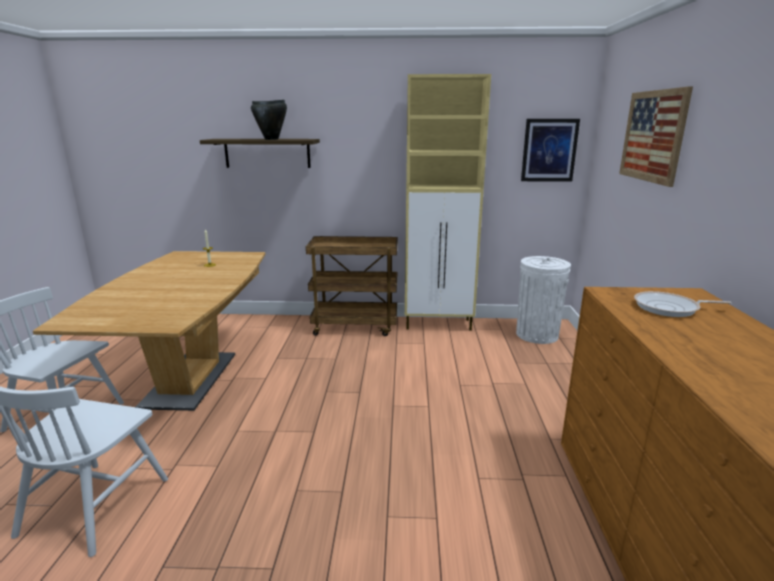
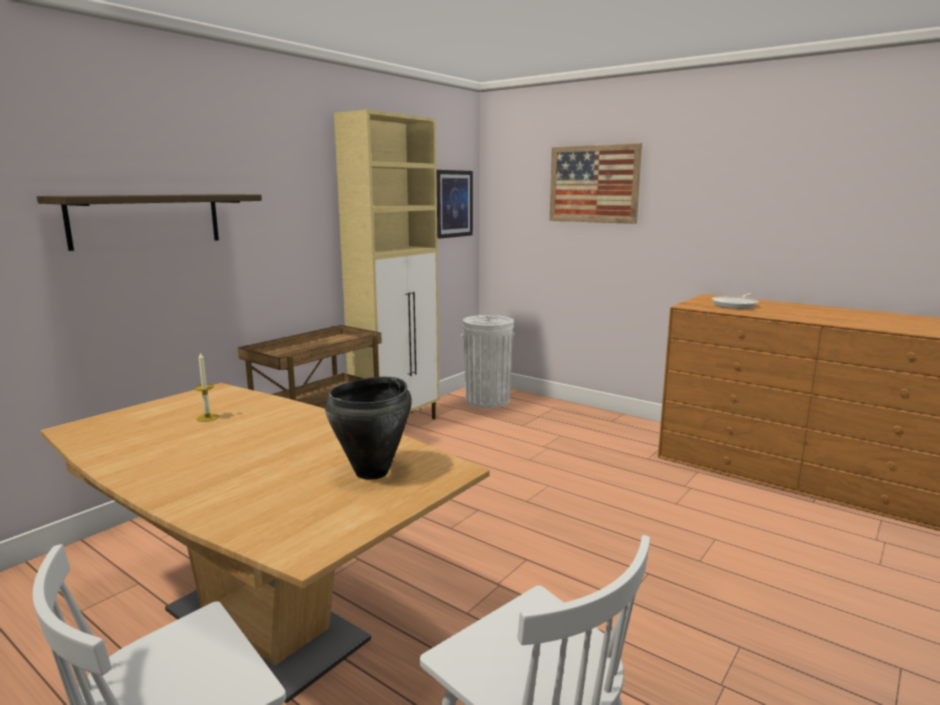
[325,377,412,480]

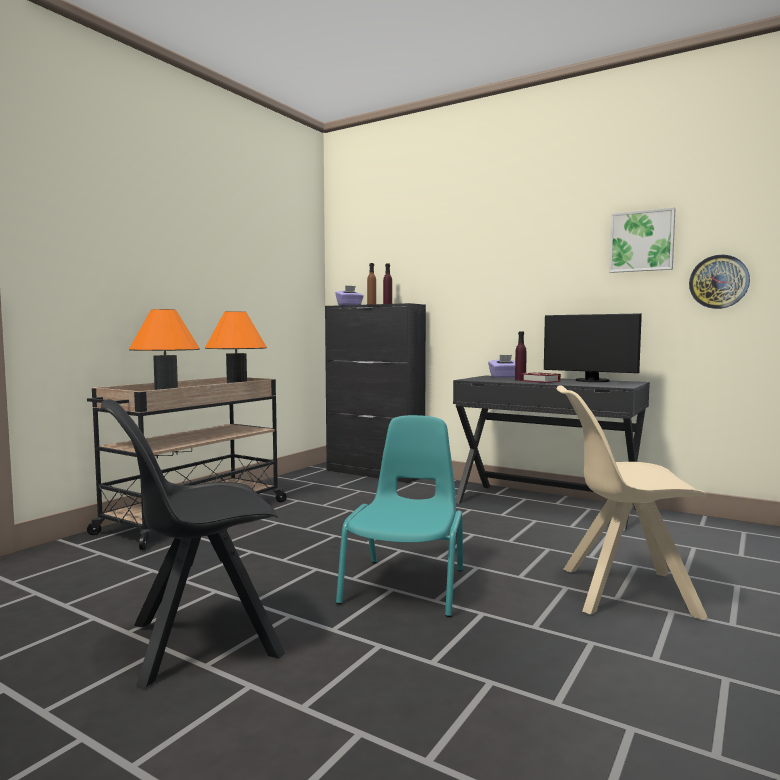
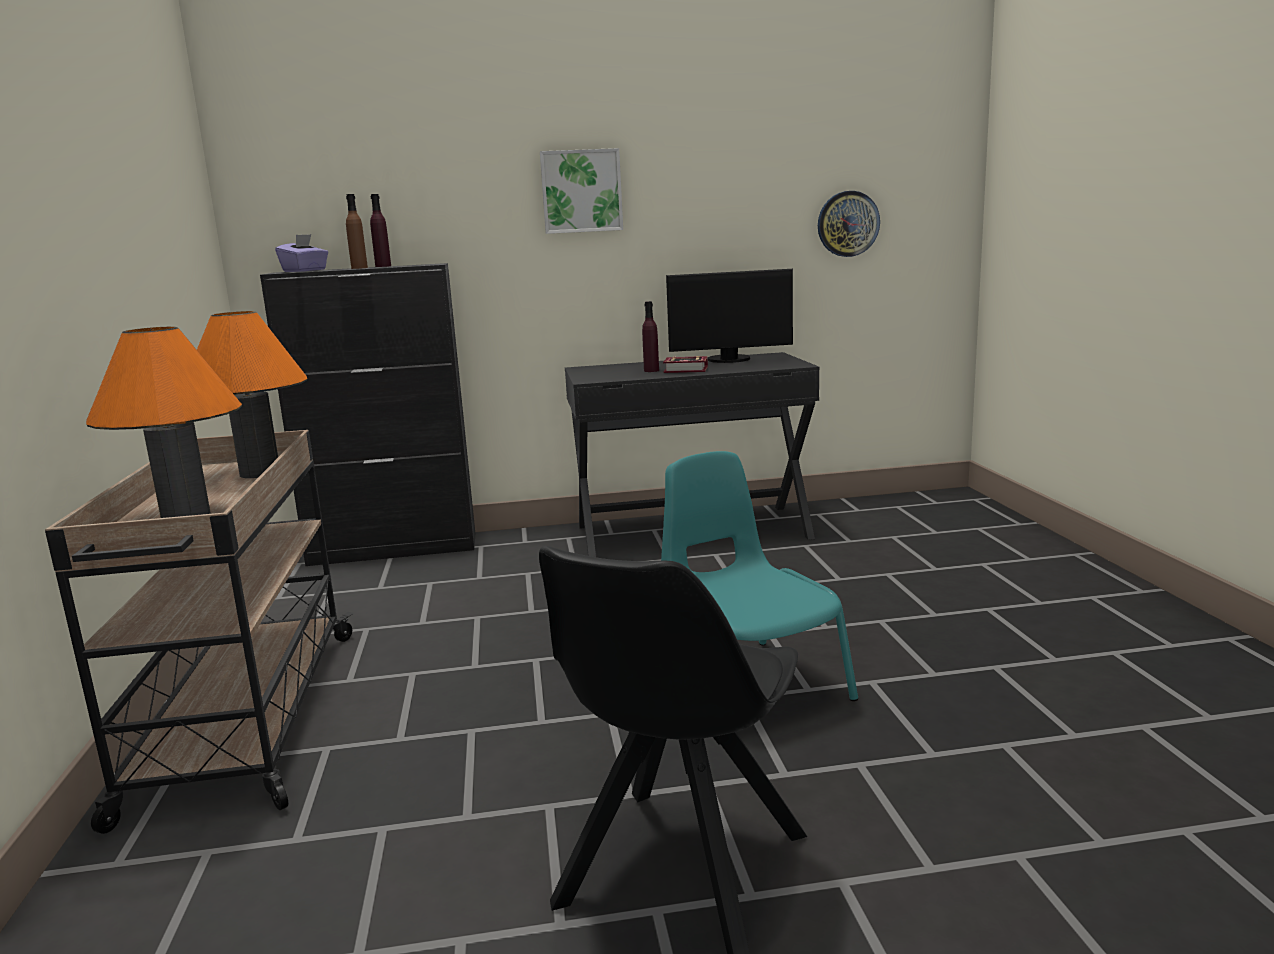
[540,148,623,234]
[488,355,515,378] (first image)
[557,385,708,620] (first image)

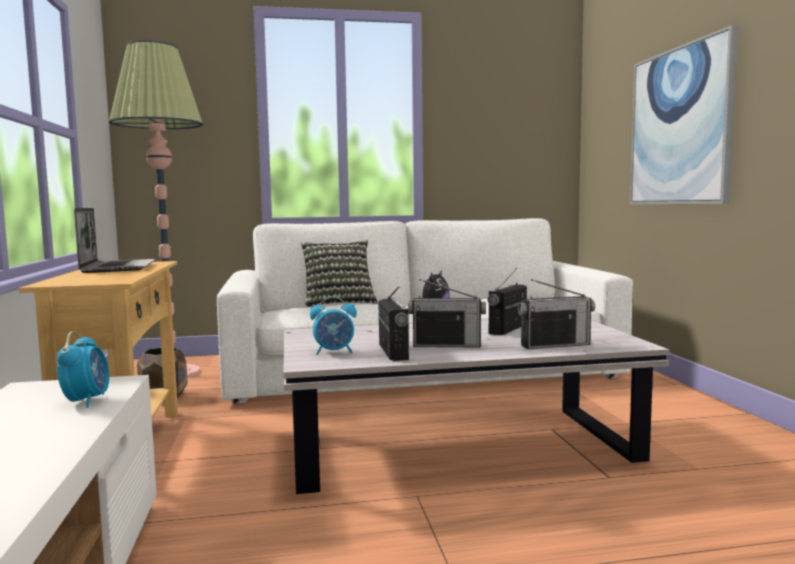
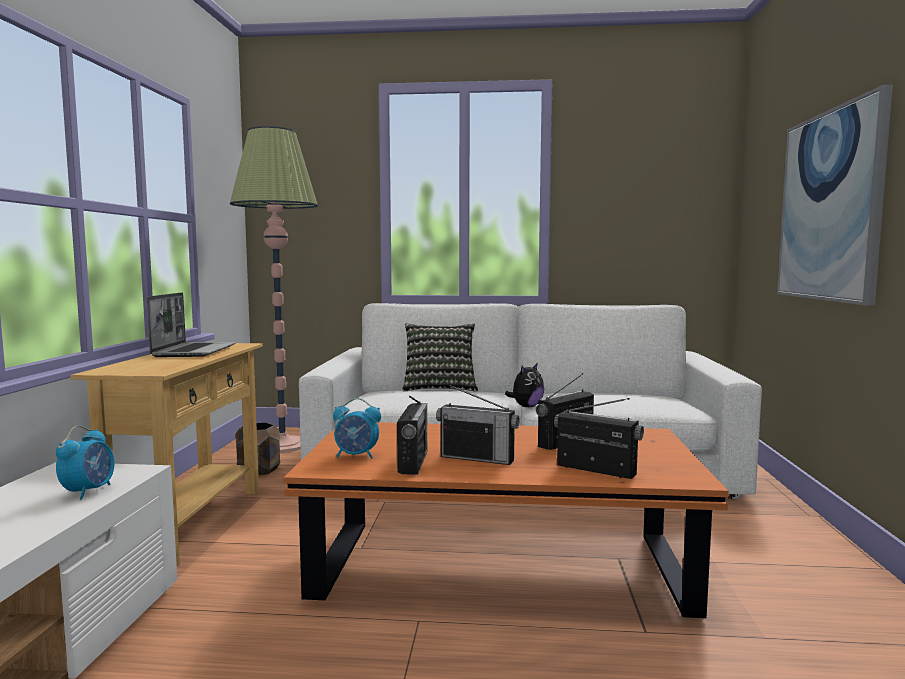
[554,398,644,479]
[284,422,728,618]

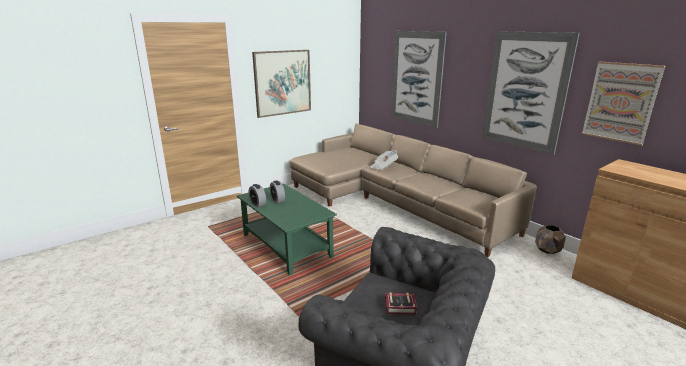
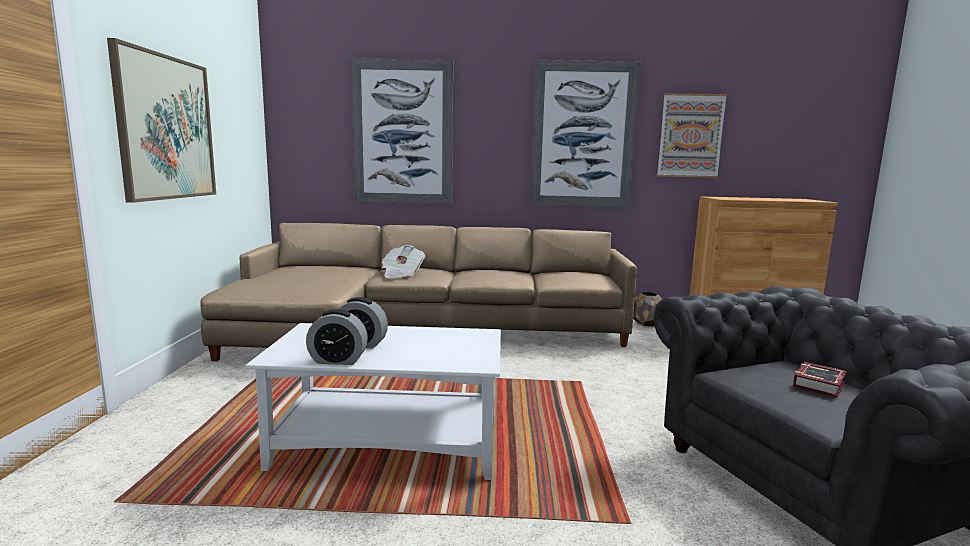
[245,323,501,480]

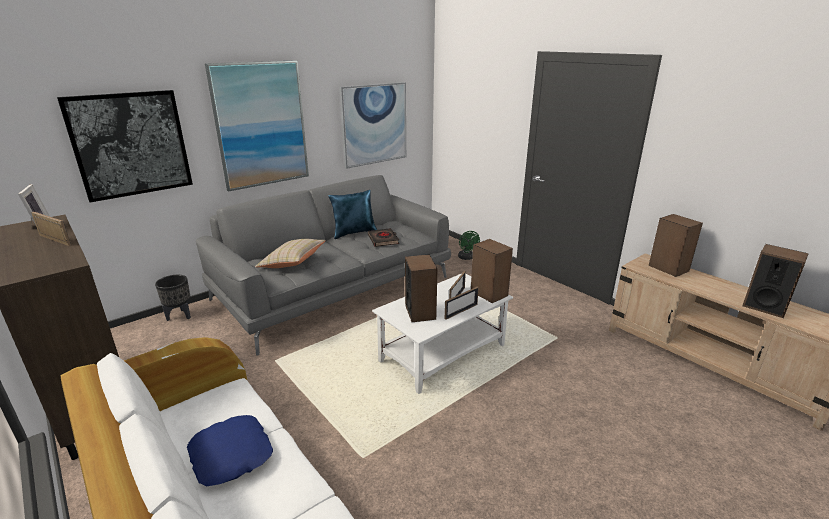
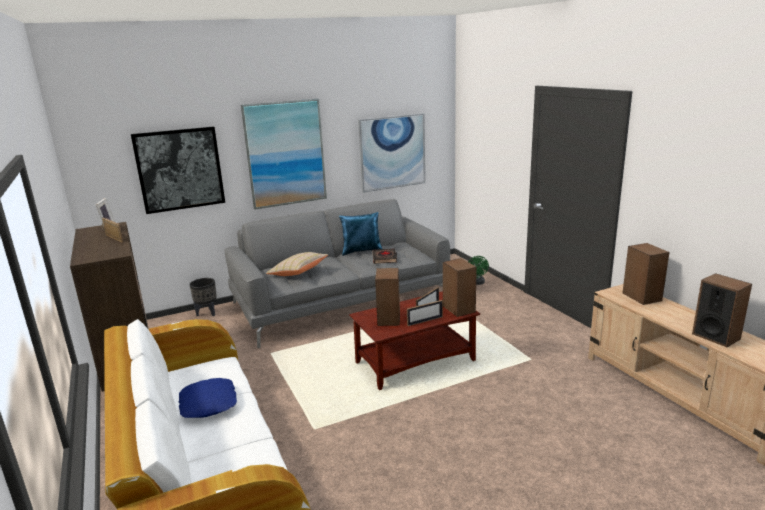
[349,291,480,390]

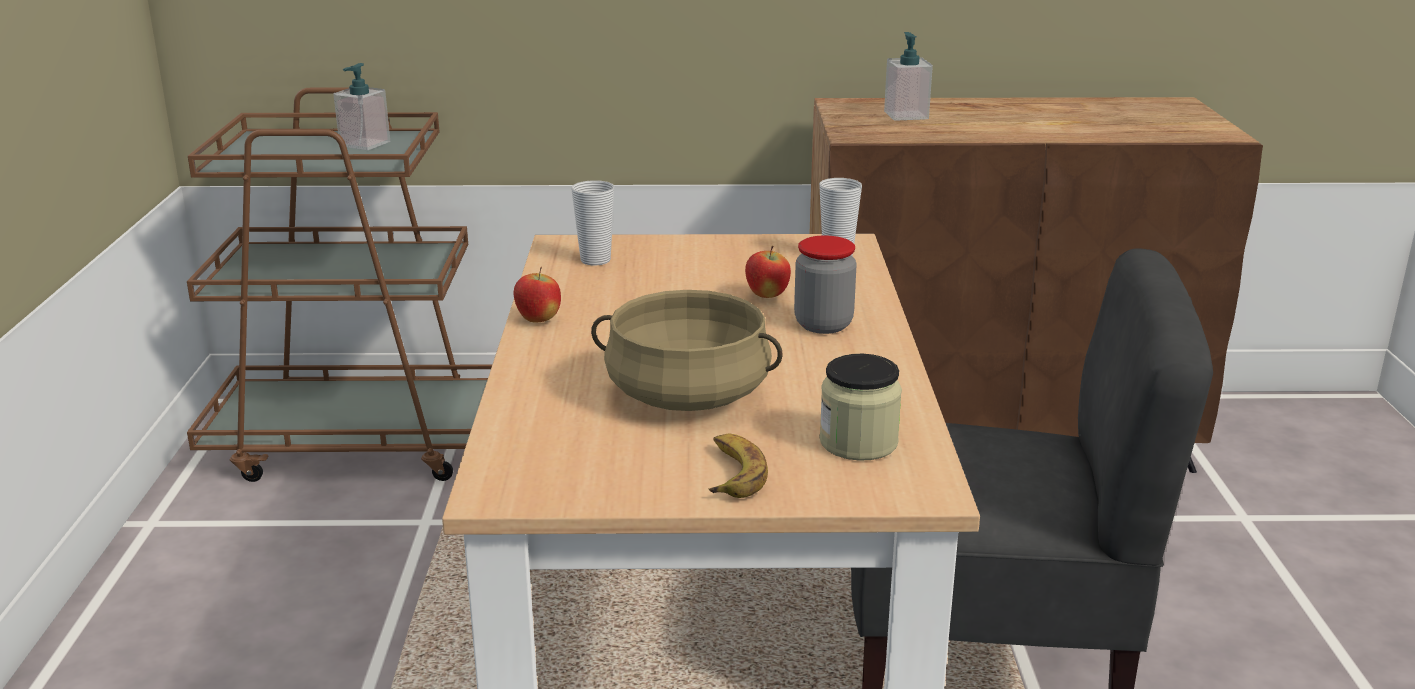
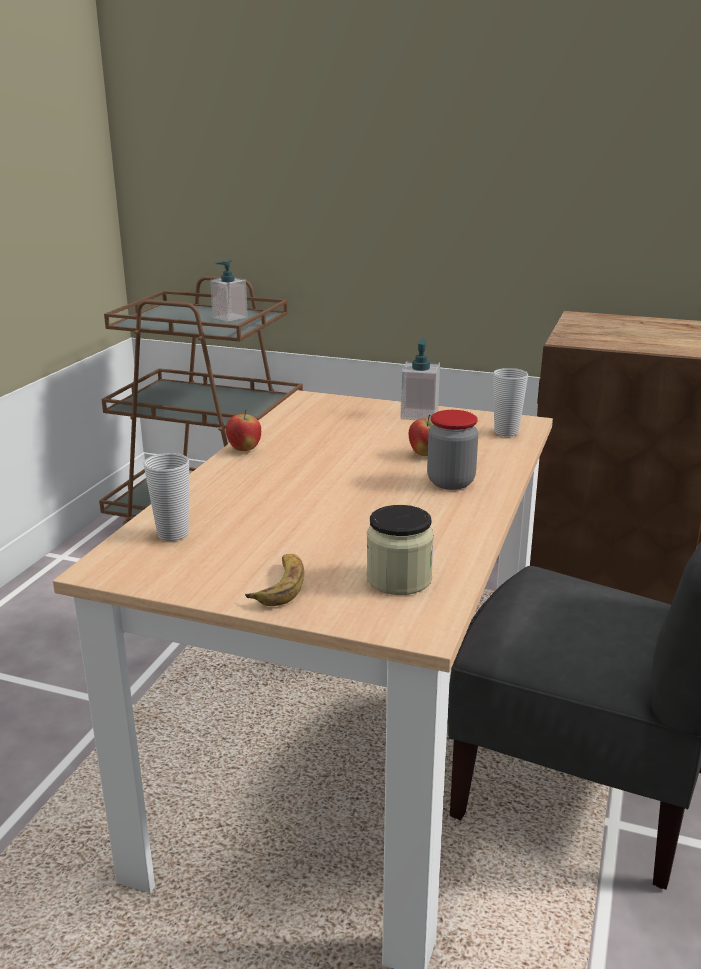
[401,338,440,420]
[143,453,189,541]
[591,290,783,411] (first image)

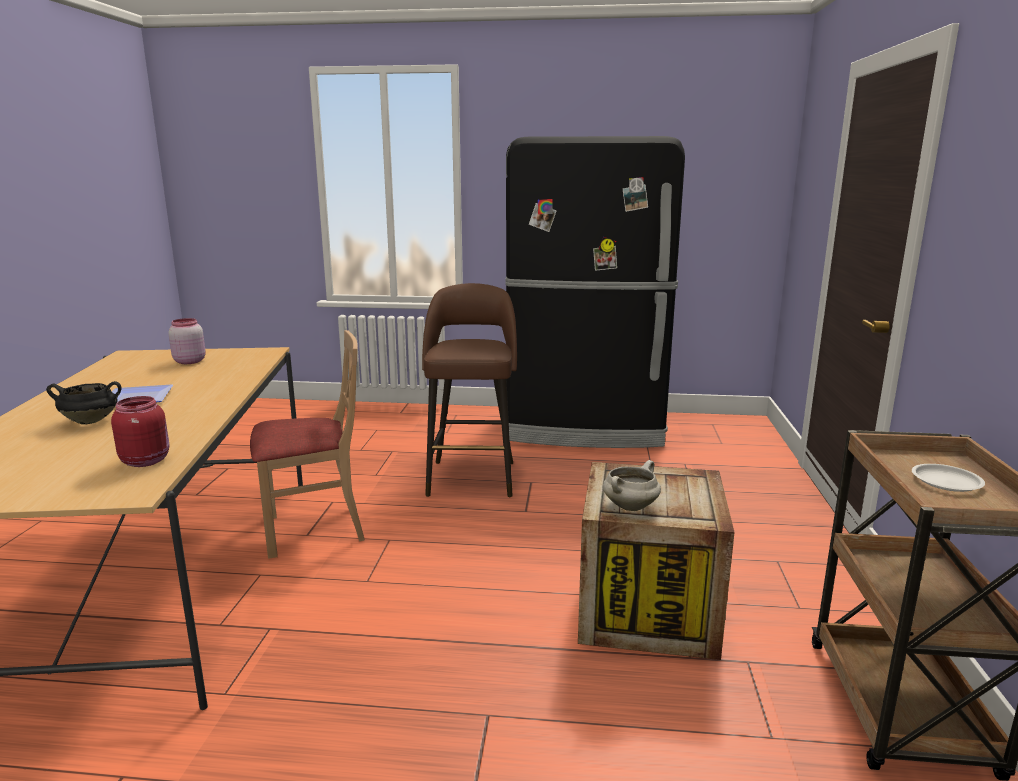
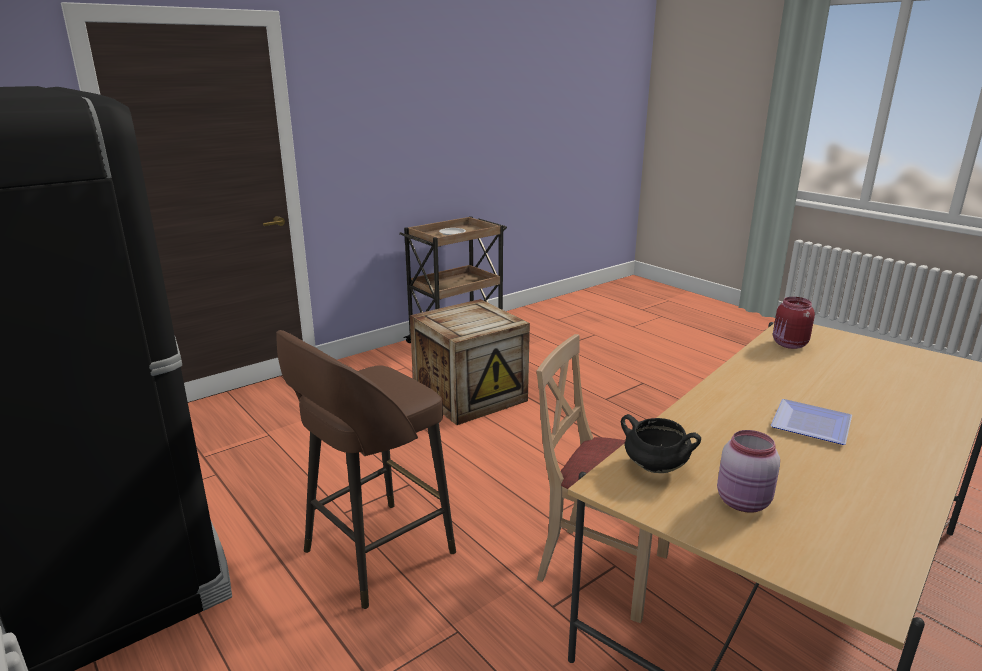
[621,414,701,473]
[603,460,661,511] (first image)

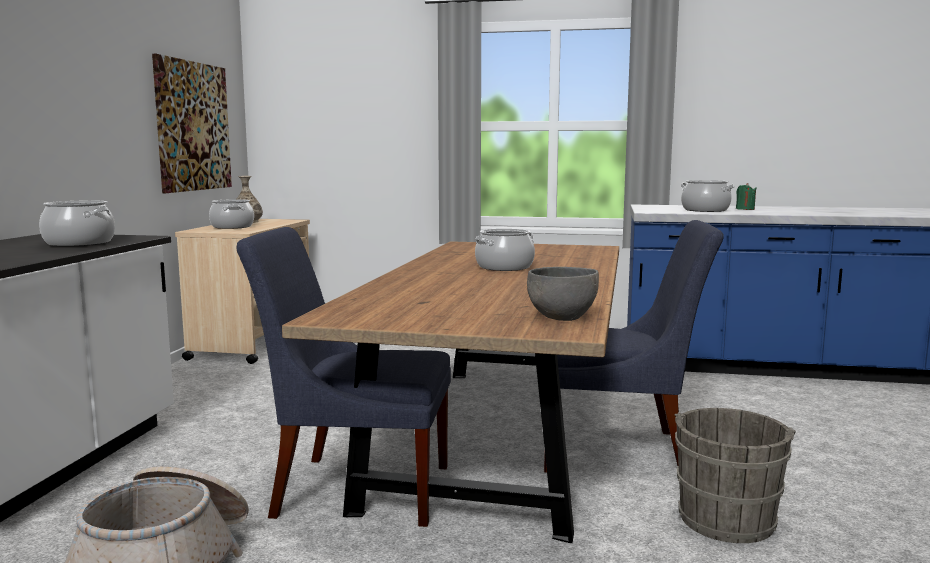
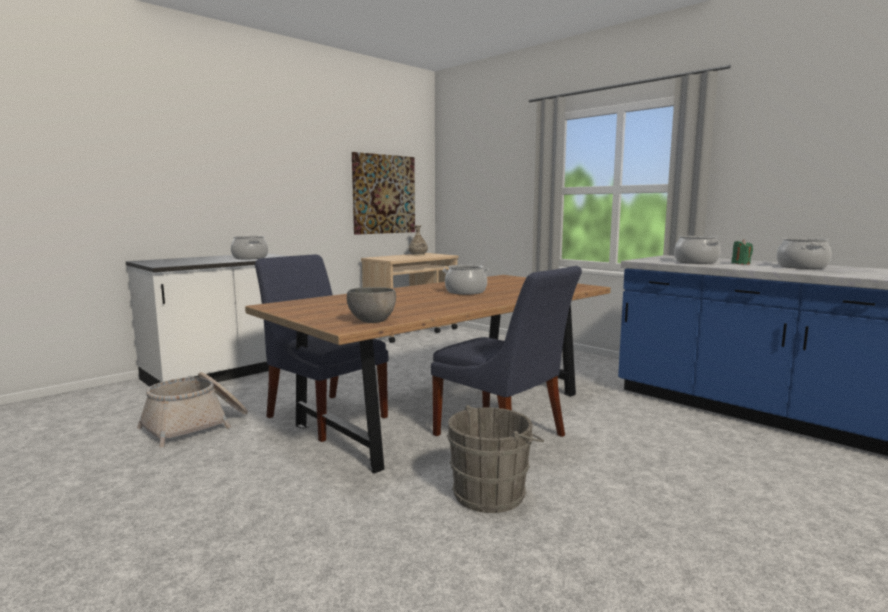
[776,238,832,269]

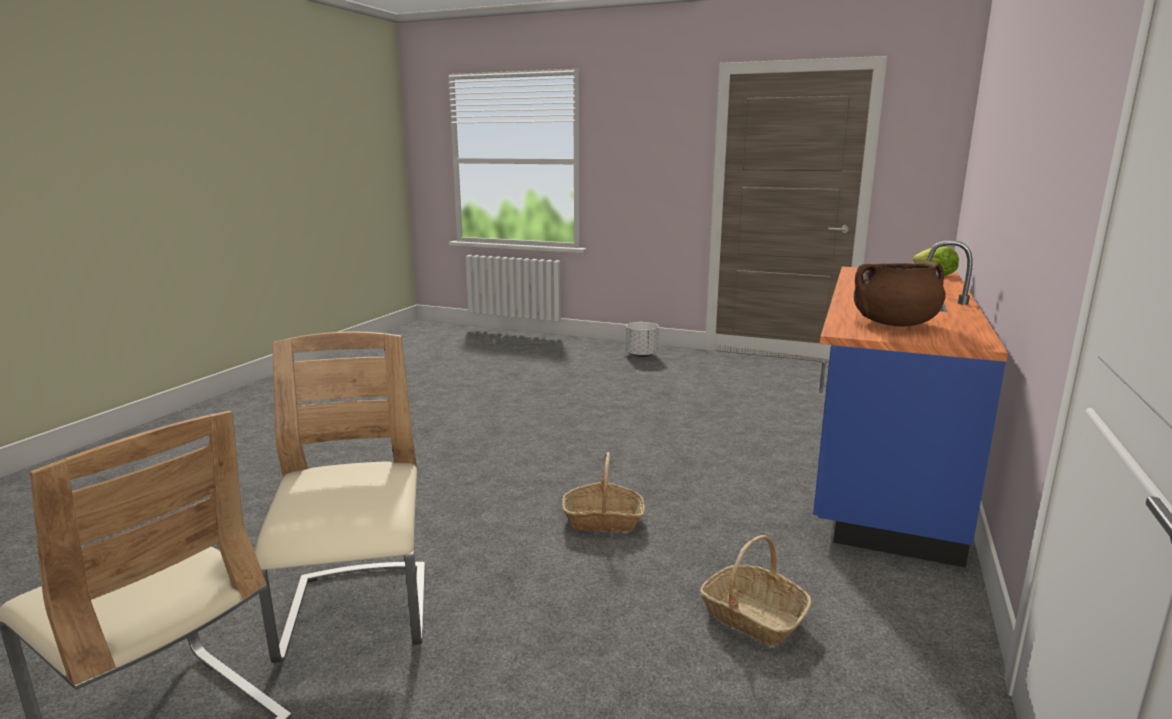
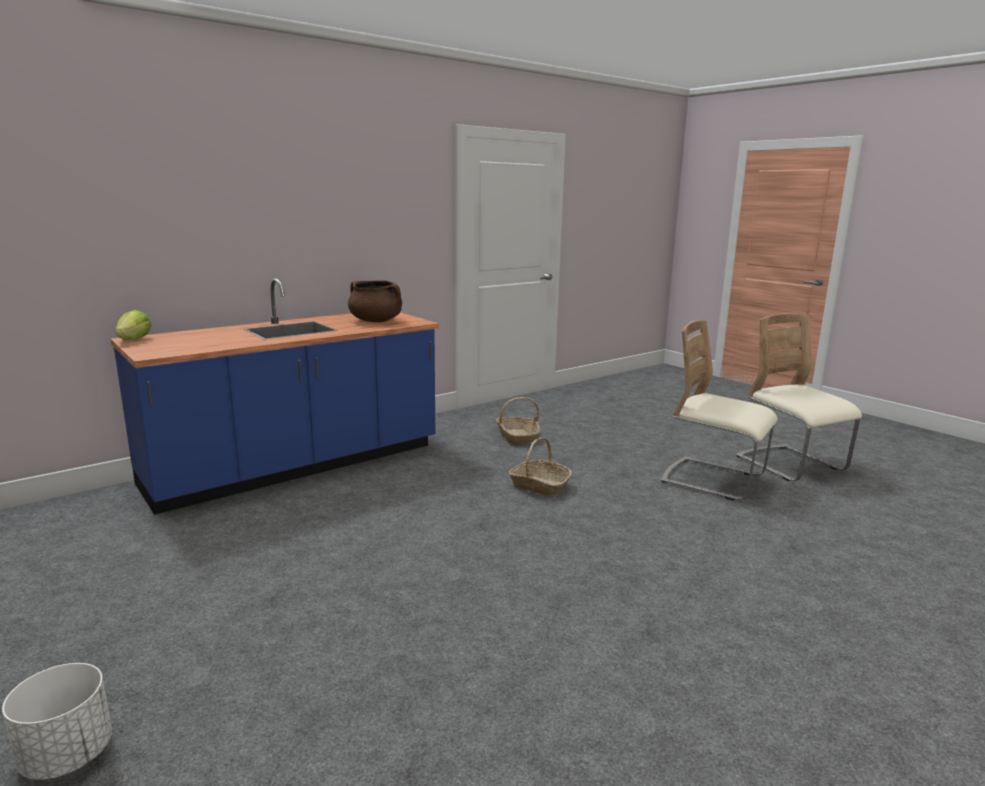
[661,320,778,501]

